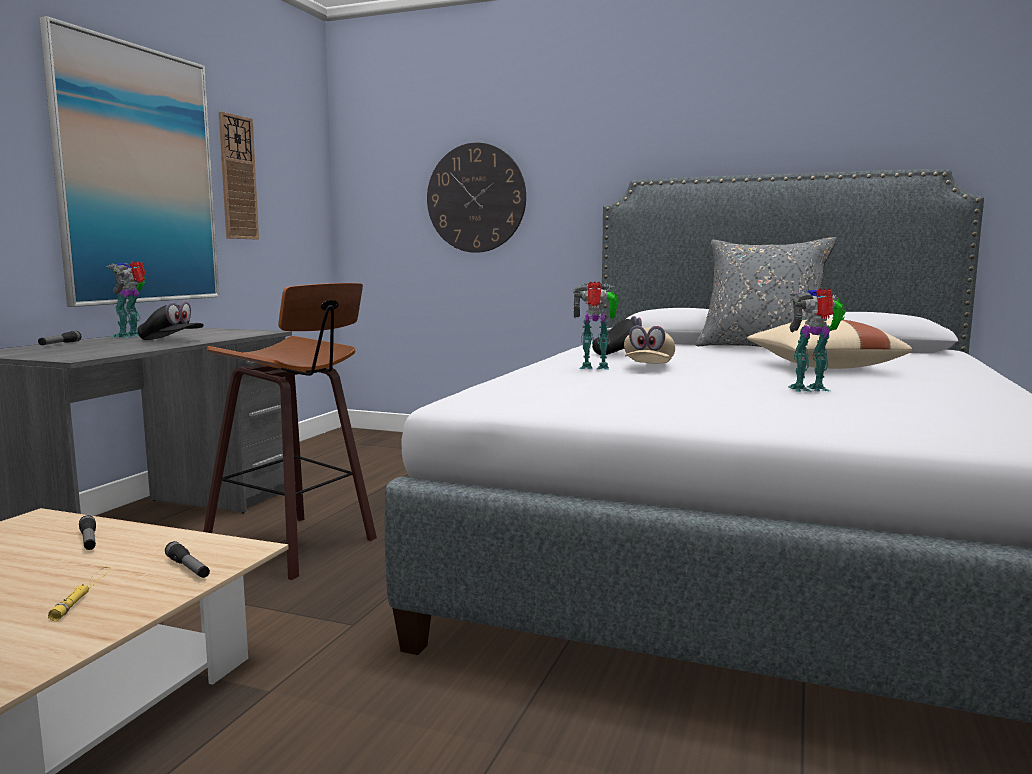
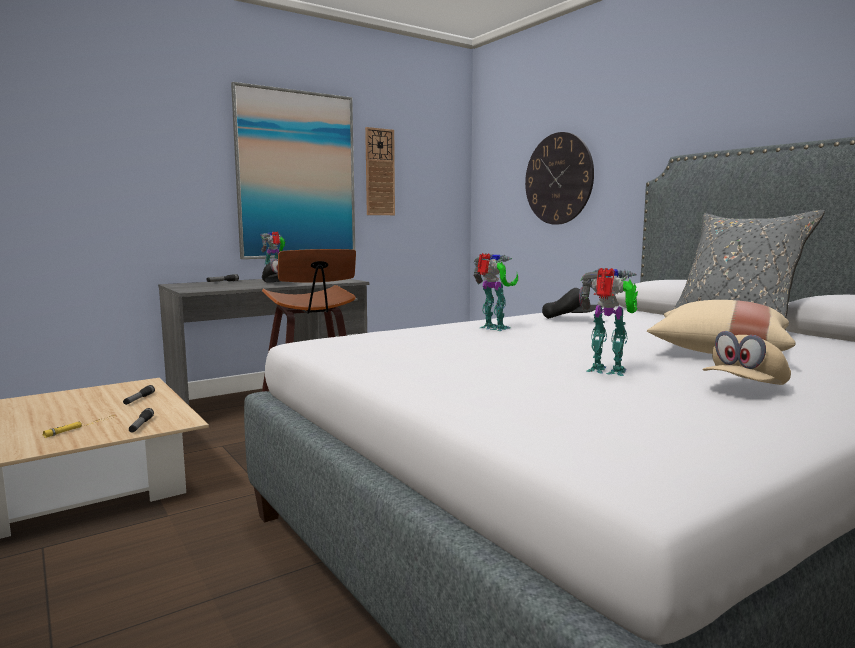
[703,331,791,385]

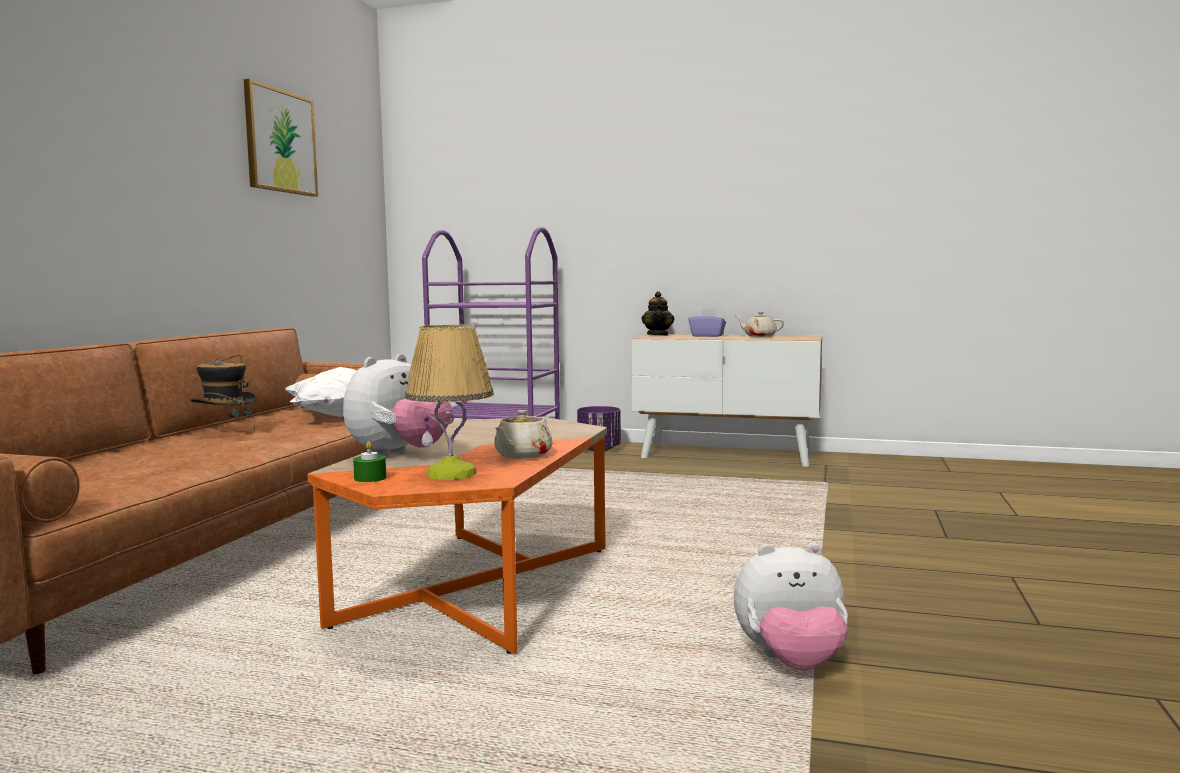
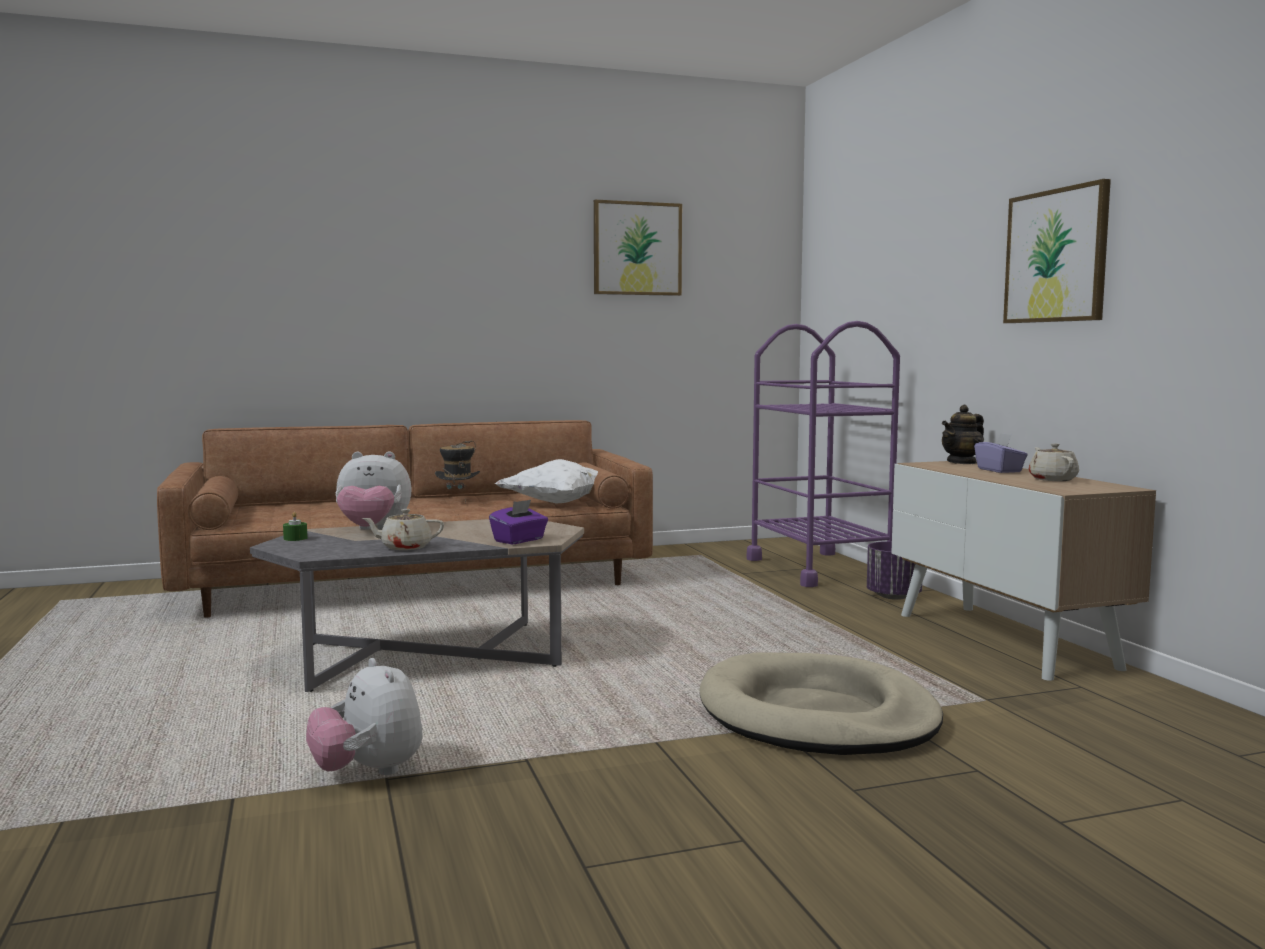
[404,324,494,480] (first image)
[250,519,584,692]
[1003,179,1111,323]
[489,500,548,544]
[700,652,943,755]

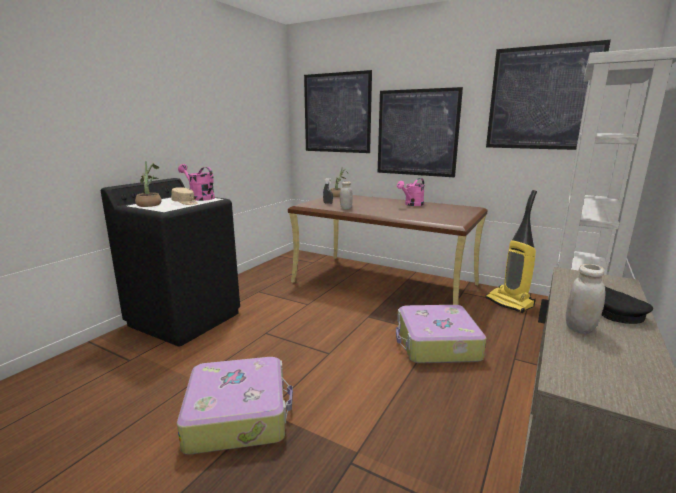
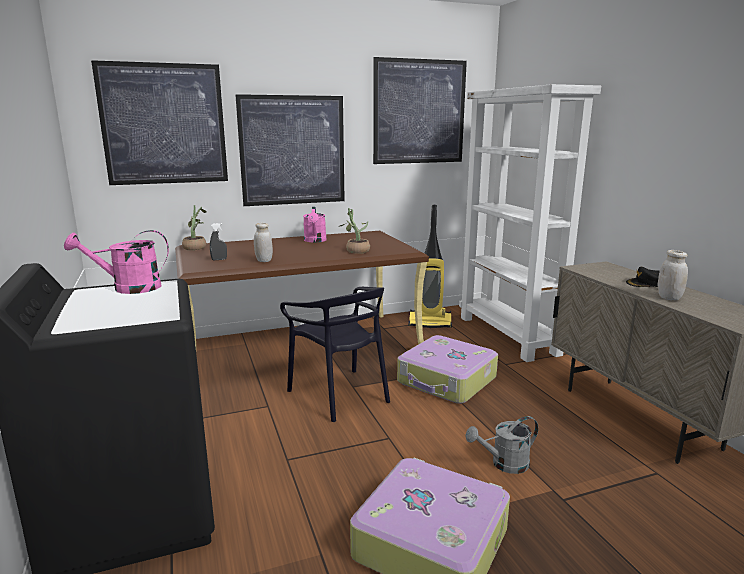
[340,208,370,254]
[171,187,198,205] (first image)
[280,287,390,422]
[465,416,538,474]

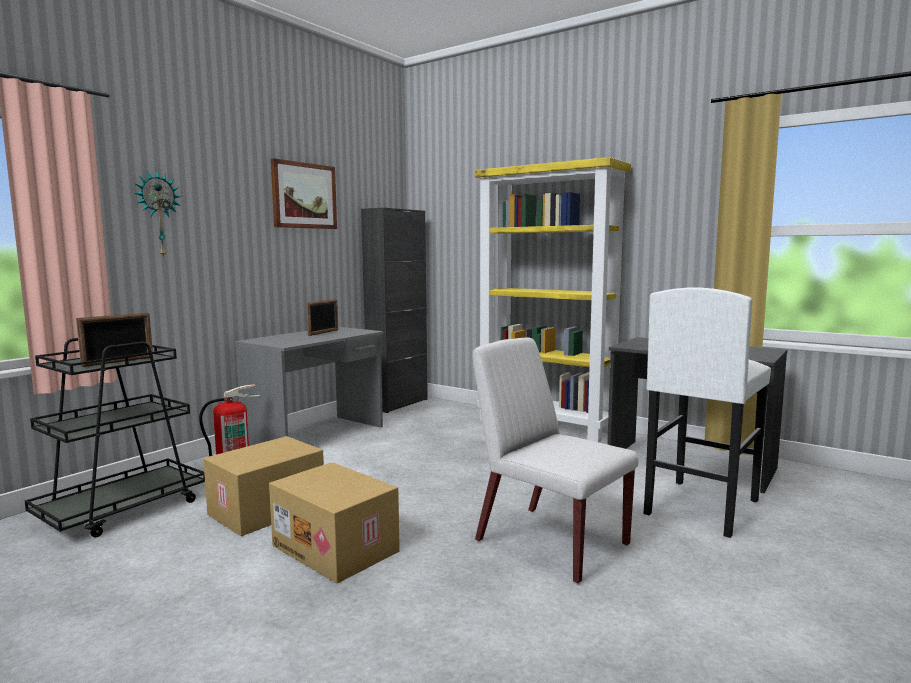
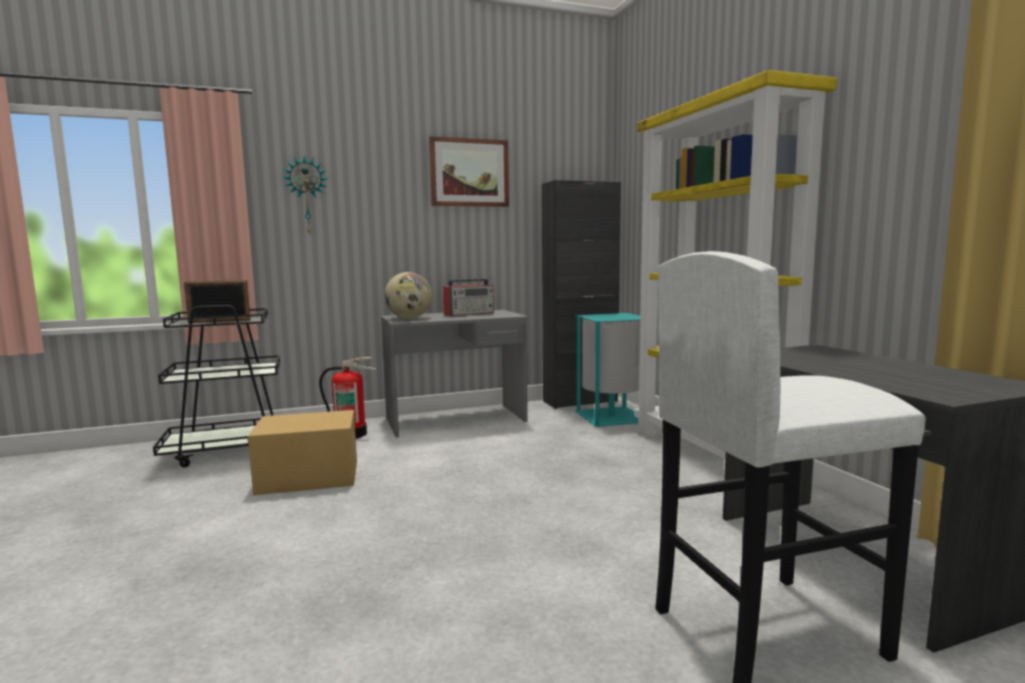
[443,277,494,316]
[472,337,639,584] (first image)
[269,462,400,584] (first image)
[385,272,432,319]
[575,313,641,427]

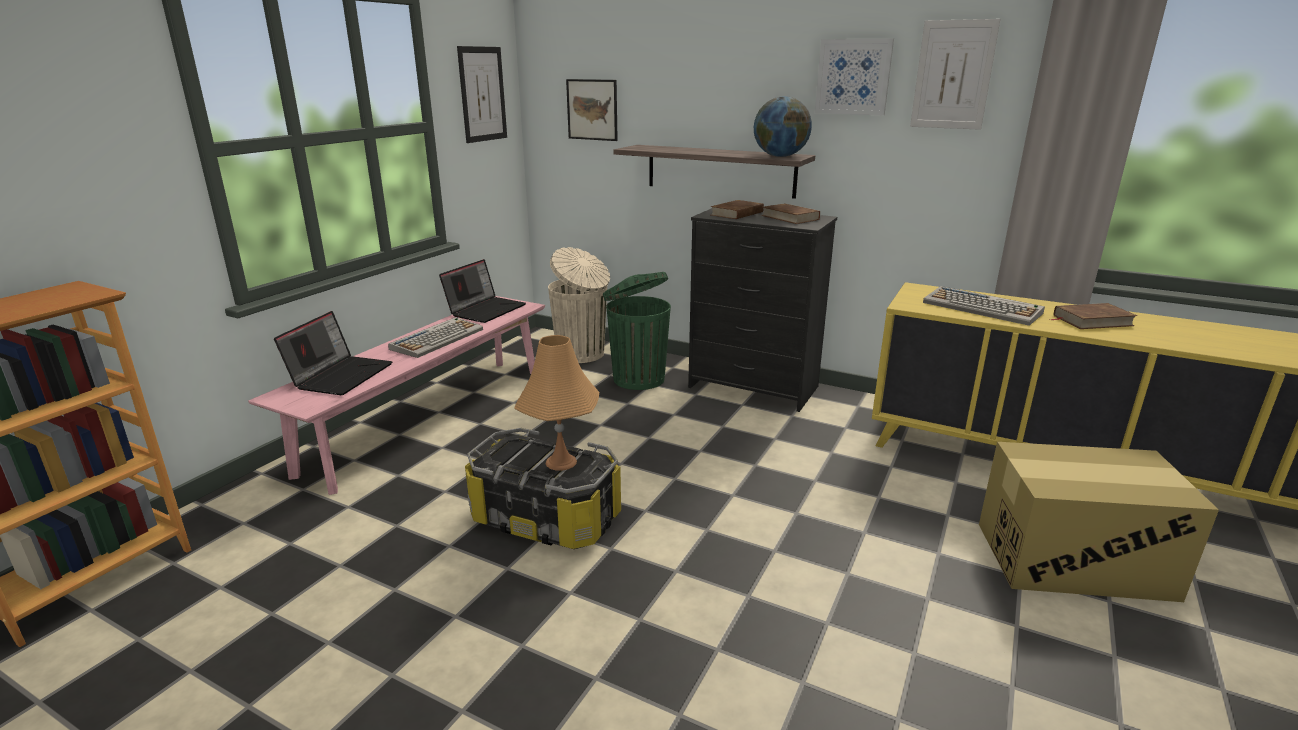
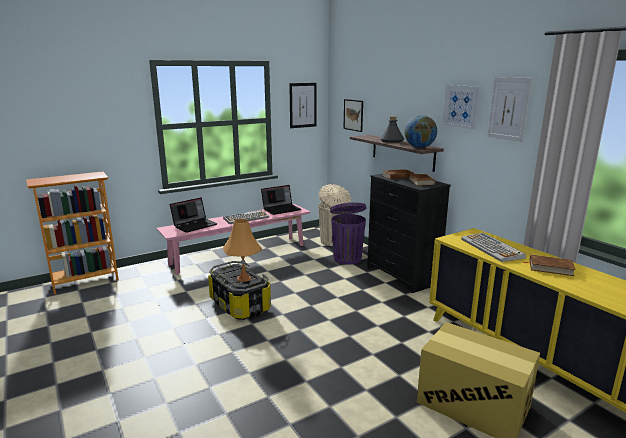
[330,202,366,265]
[379,116,404,143]

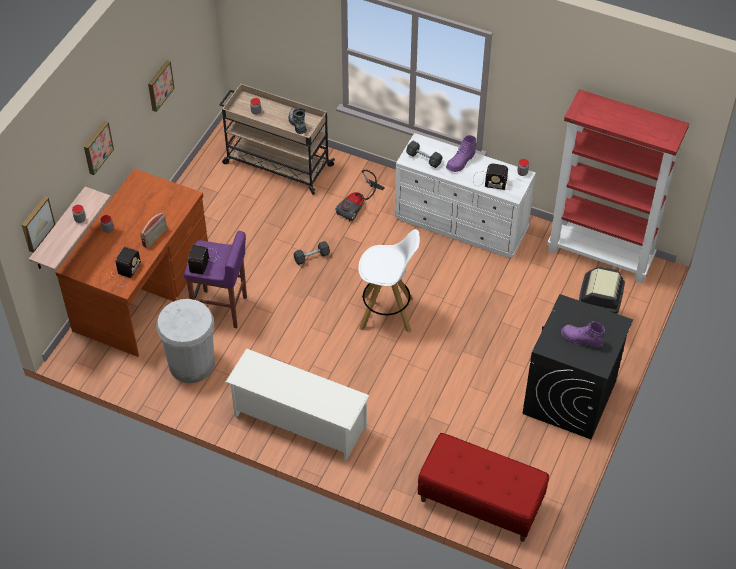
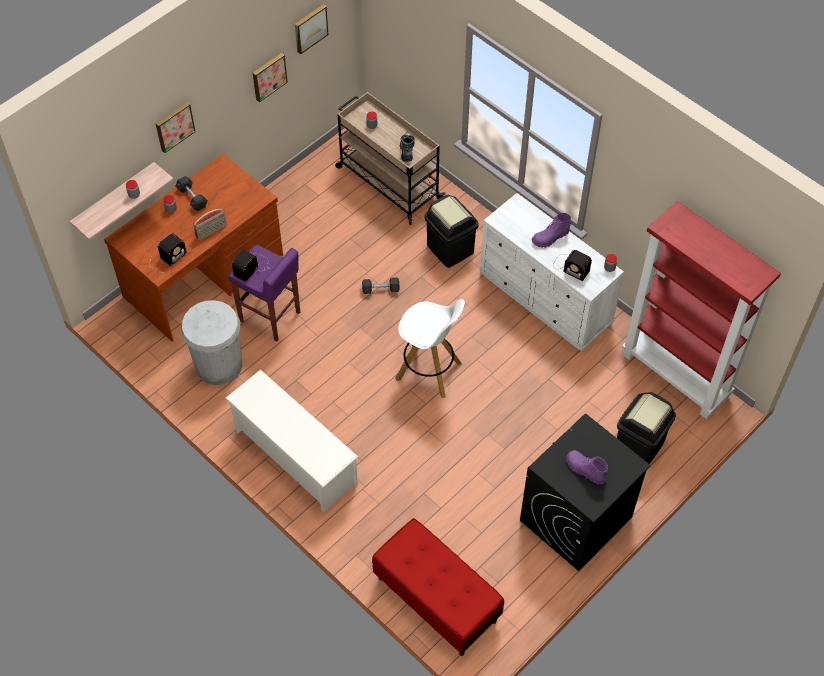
[175,176,207,211]
[425,195,479,268]
[295,4,328,54]

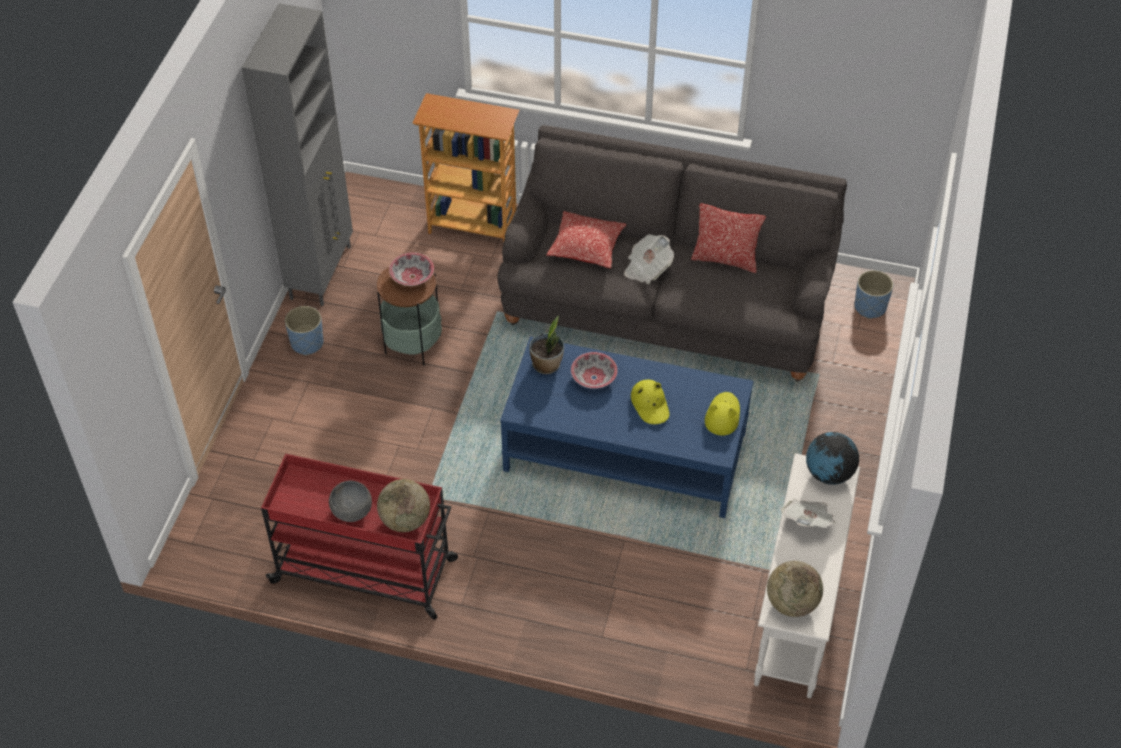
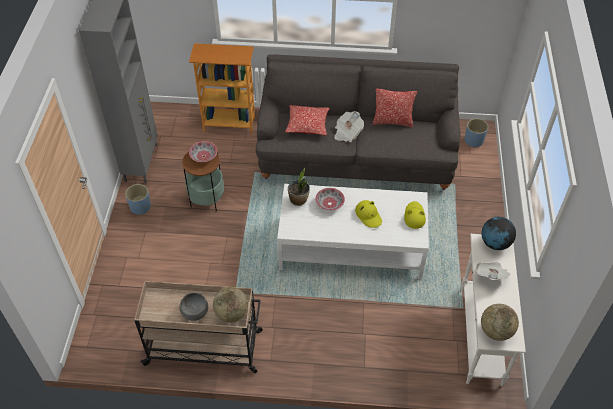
[277,184,429,279]
[134,281,263,373]

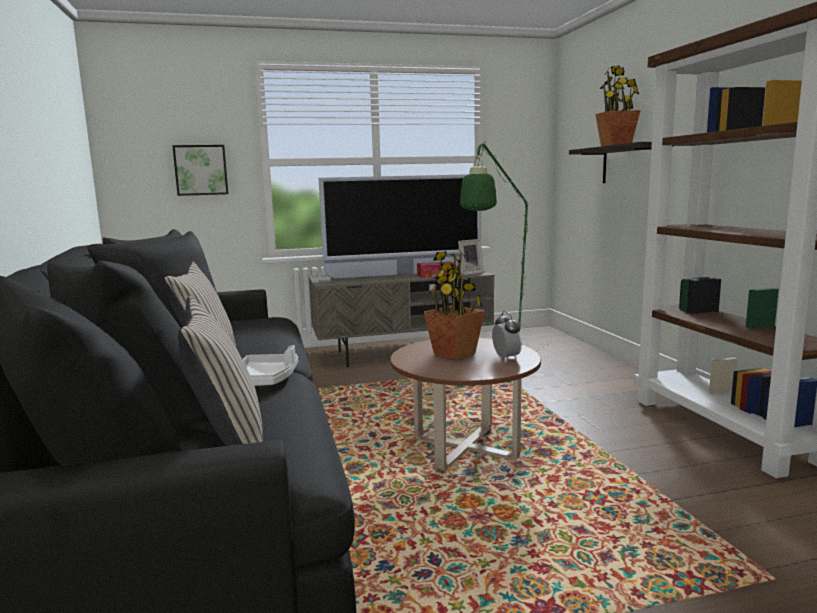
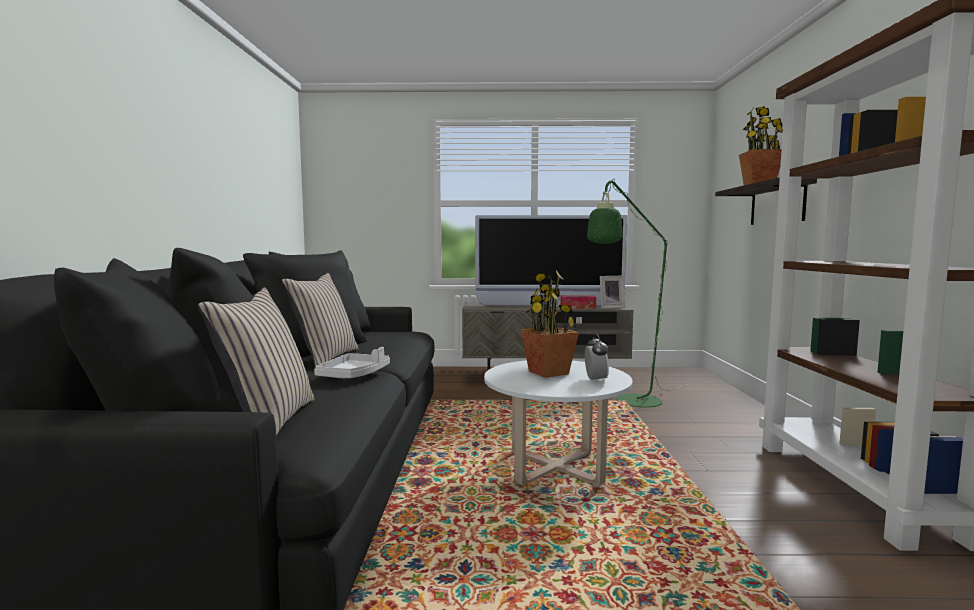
[172,145,229,196] (first image)
[484,360,633,486]

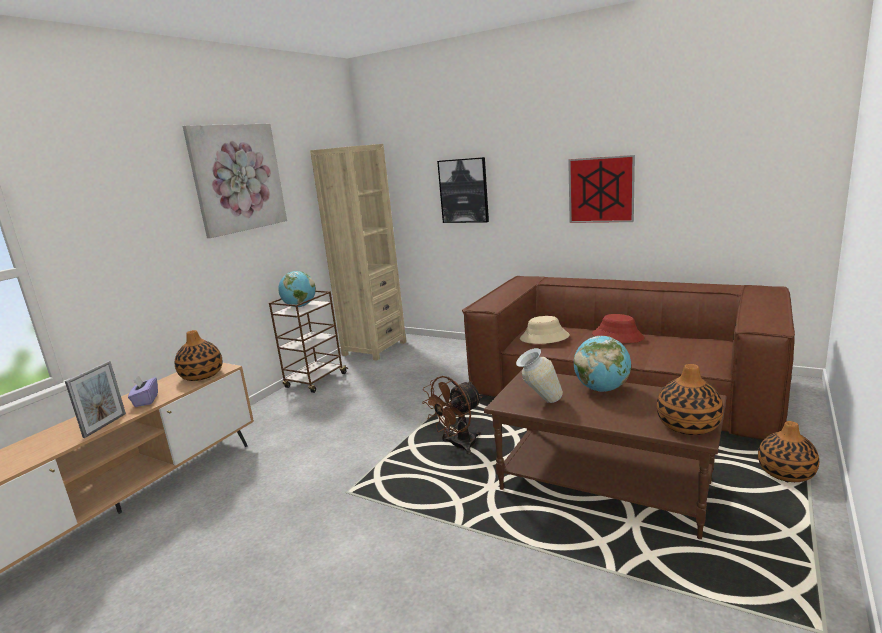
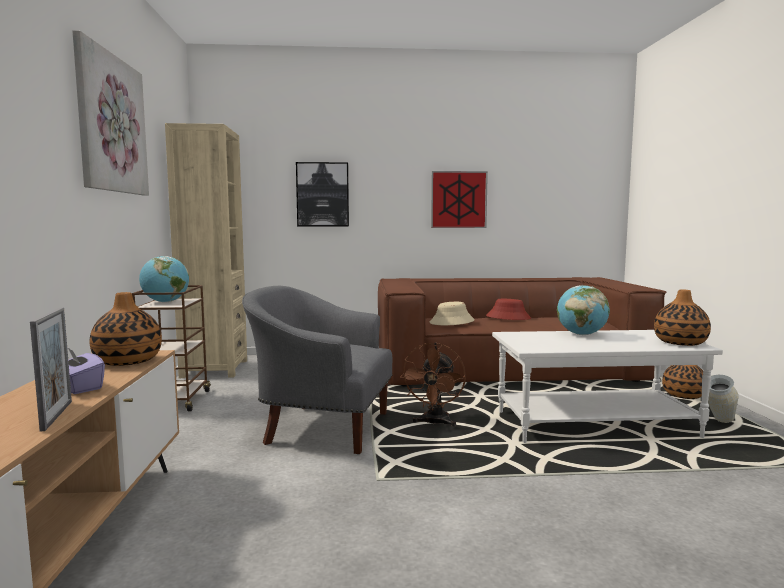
[708,374,739,423]
[492,330,723,443]
[242,286,393,454]

